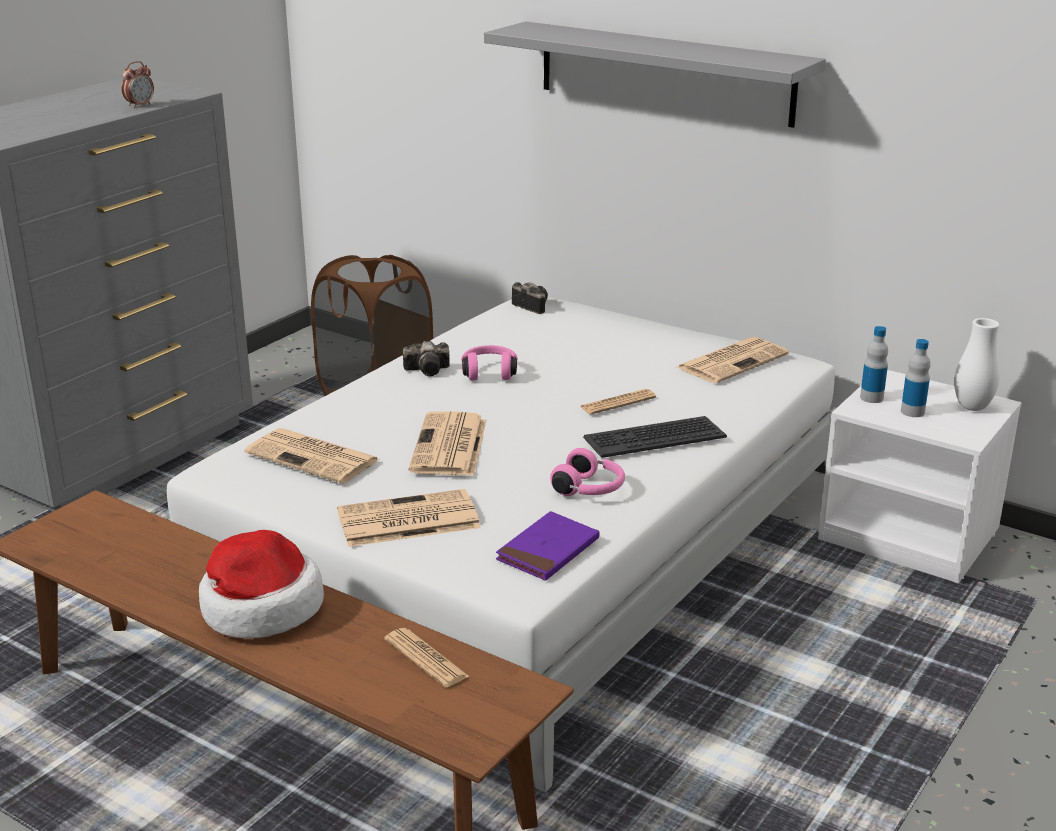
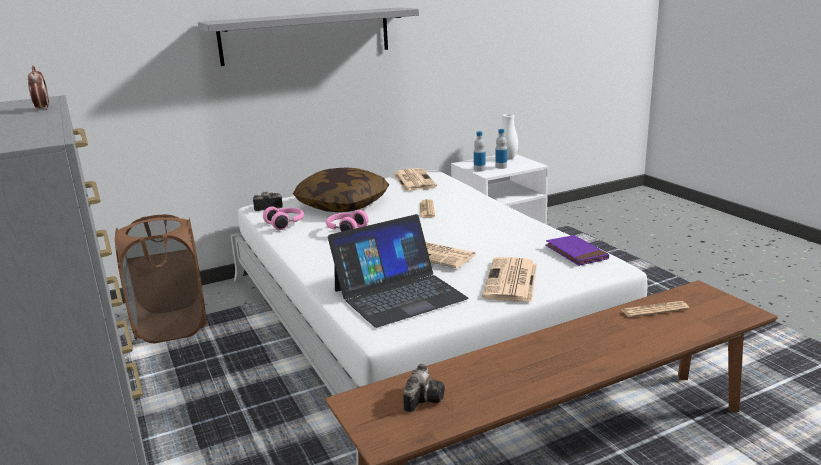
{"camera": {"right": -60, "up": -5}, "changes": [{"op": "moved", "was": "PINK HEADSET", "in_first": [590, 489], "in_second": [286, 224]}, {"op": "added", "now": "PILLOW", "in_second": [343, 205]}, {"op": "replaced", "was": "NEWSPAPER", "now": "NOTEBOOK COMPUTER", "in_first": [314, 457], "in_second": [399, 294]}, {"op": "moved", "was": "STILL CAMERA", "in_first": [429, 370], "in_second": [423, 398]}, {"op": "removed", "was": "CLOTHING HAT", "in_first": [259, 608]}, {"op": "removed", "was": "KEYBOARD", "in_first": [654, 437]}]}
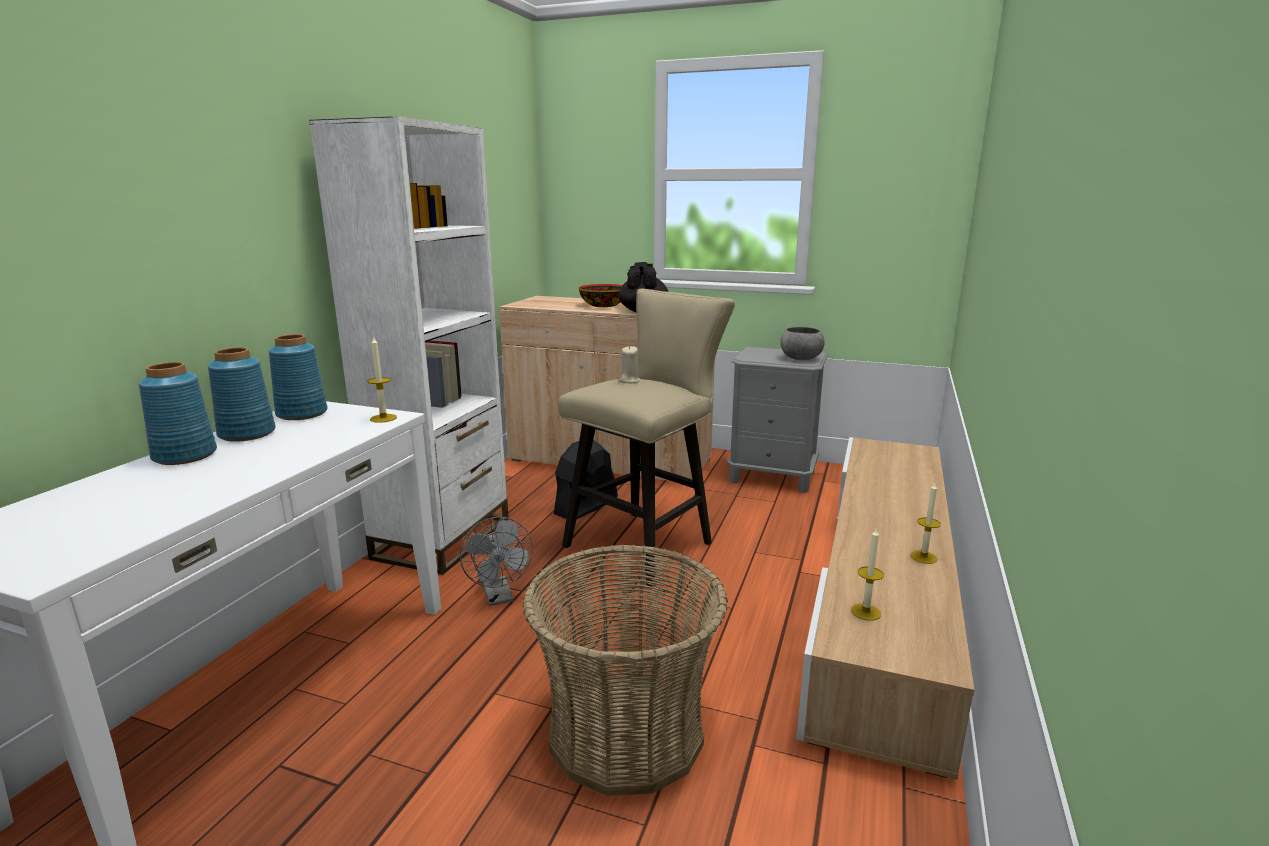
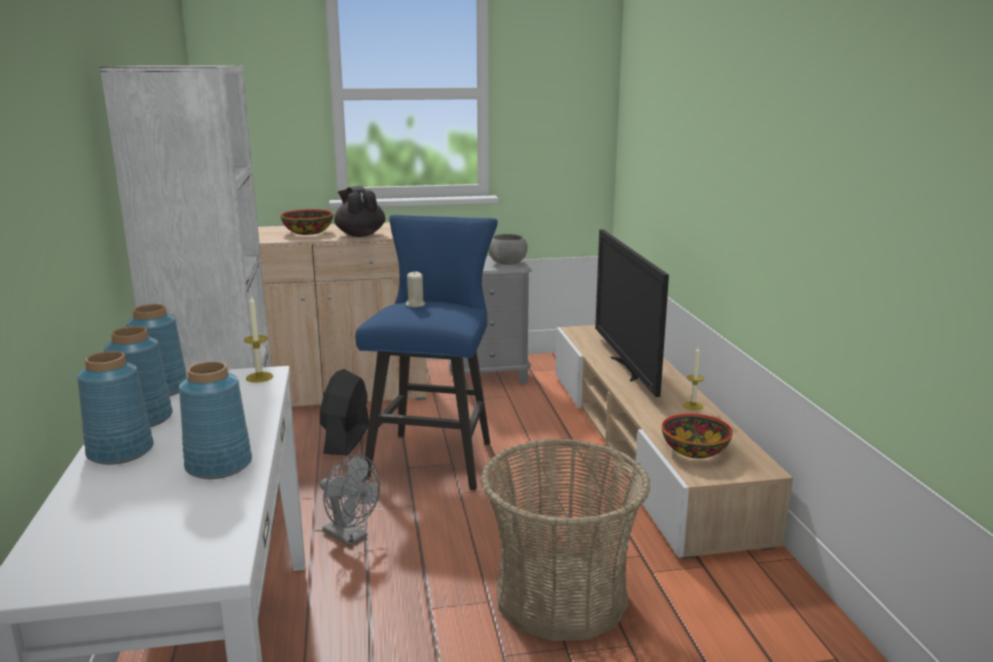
{"camera": {"right": -30, "up": 0}, "changes": [{"op": "added", "now": "BLUE-COLOURED VASE", "in_second": [220, 465]}, {"op": "recoloured", "was": "BEIGE-COLOURED SITTING STOOL", "now": "BLUE-COLOURED SITTING STOOL", "in_first": [646, 542], "in_second": [434, 456]}, {"op": "added", "now": "TV", "in_second": [627, 368]}, {"op": "replaced", "was": "WAX LIGHT", "now": "SERVING BOWL", "in_first": [865, 612], "in_second": [694, 451]}]}
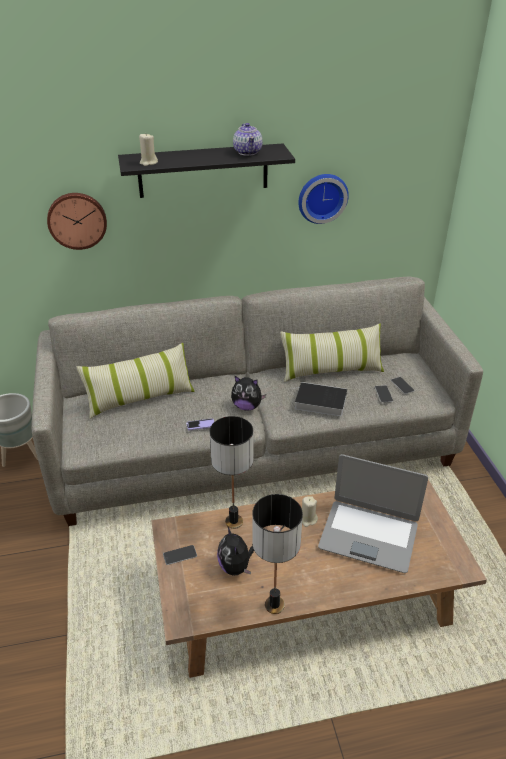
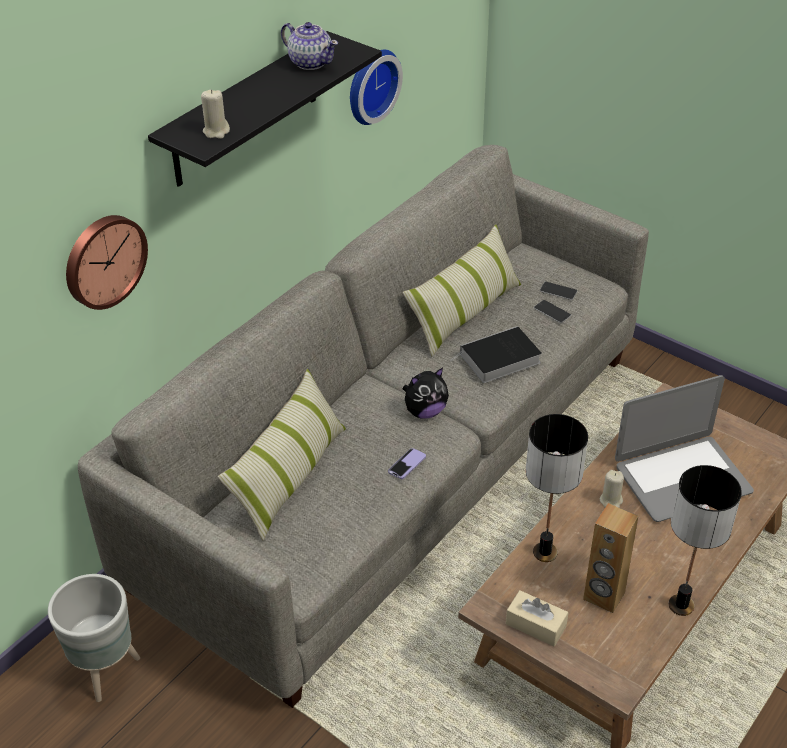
{"camera": {"right": -40, "up": 5}, "changes": [{"op": "replaced", "was": "HANDSET", "now": "BEIGE-COLOURED TISSUE BOX", "in_first": [180, 555], "in_second": [535, 625]}, {"op": "replaced", "was": "PLUSH TOY", "now": "BROWN AUDIO SPEAKER", "in_first": [236, 567], "in_second": [603, 596]}]}
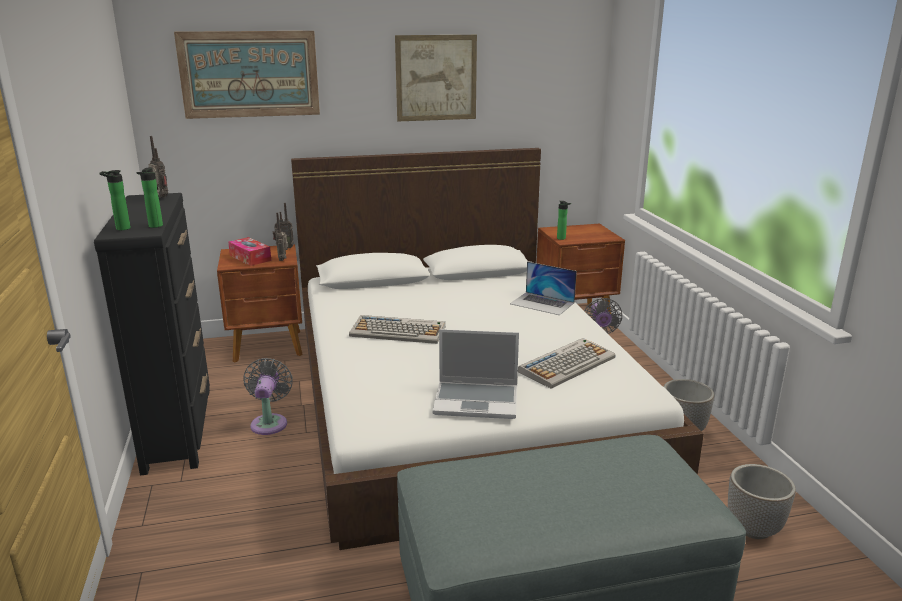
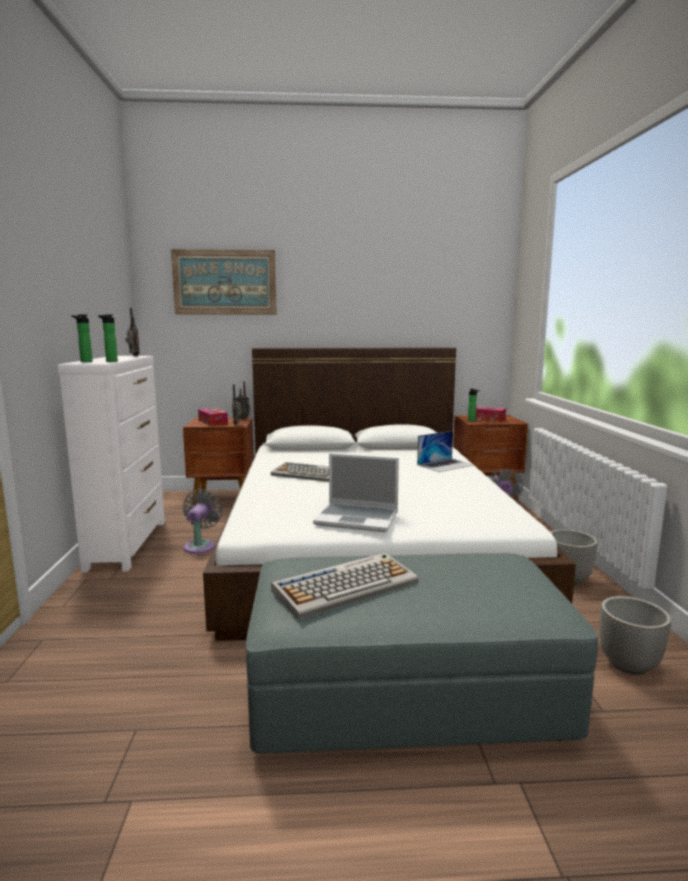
{"camera": {"right": 10, "up": -10}, "changes": [{"op": "recoloured", "was": "BLACK DRAWER CHEST", "now": "WHITISH DRAWER CHEST", "in_first": [178, 428], "in_second": [128, 544]}, {"op": "moved", "was": "KEYBOARD", "in_first": [567, 364], "in_second": [346, 586]}, {"op": "turned", "was": "NOTEBOOK COMPUTER", "in_first": [542, 303], "in_second": [445, 465], "clockwise": -75}, {"op": "added", "now": "TISSUE BOX", "in_second": [486, 419]}, {"op": "removed", "was": "WALL ART", "in_first": [436, 78]}]}
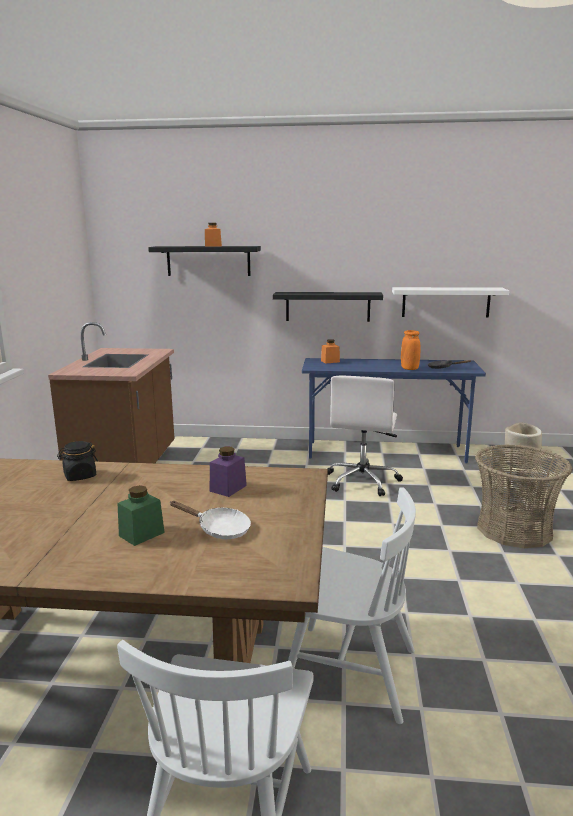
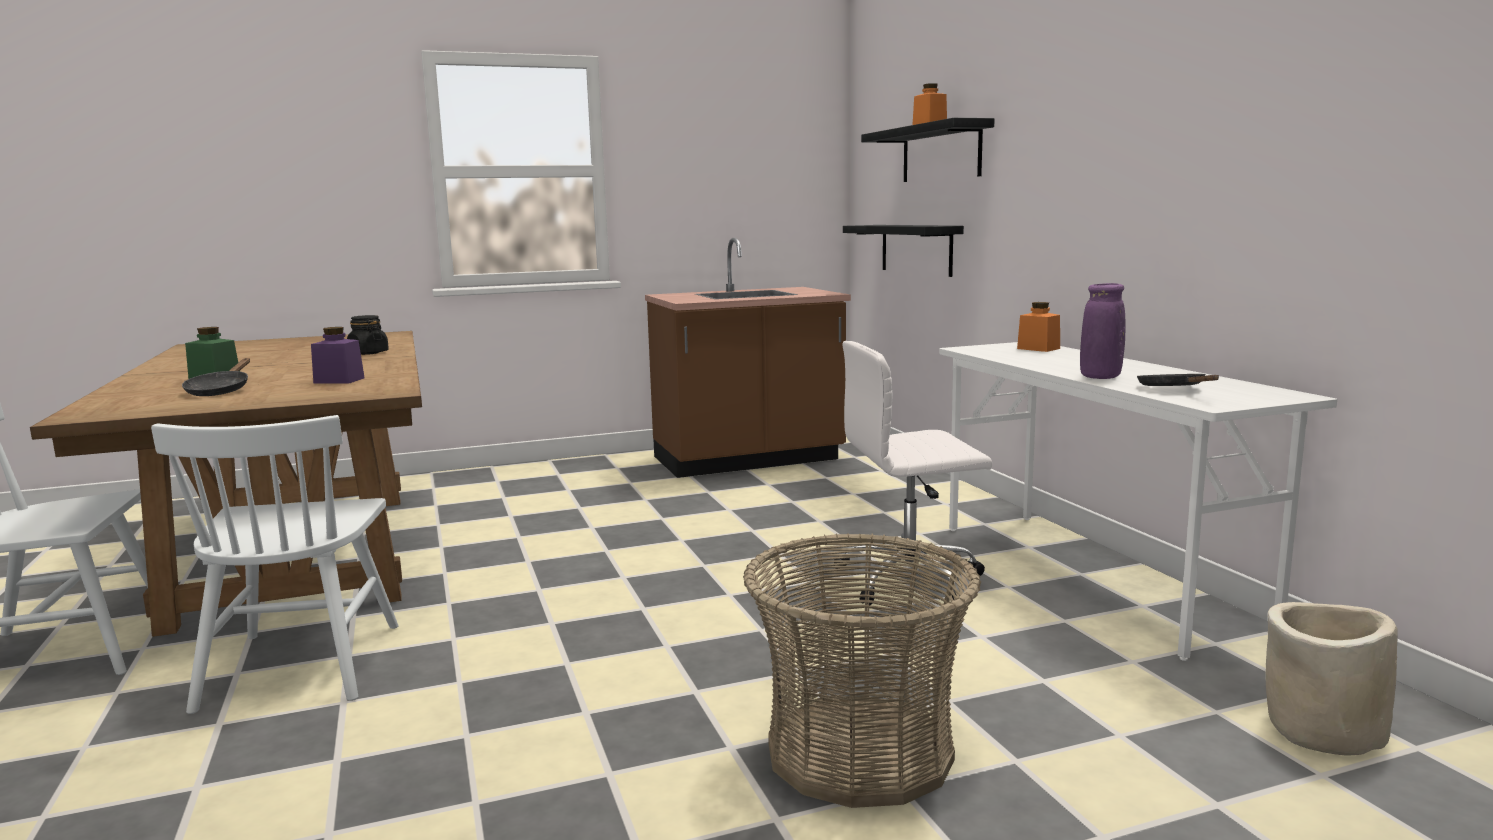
{"camera": {"right": 65, "up": -5}, "changes": [{"op": "recoloured", "was": "WHITISH FRYING PAN", "now": "BLACK FRYING PAN", "in_first": [219, 529], "in_second": [220, 391]}, {"op": "moved", "was": "BLACK BRACKET SHELF", "in_first": [327, 306], "in_second": [916, 249]}, {"op": "recoloured", "was": "BLUE-COLOURED DESK UNIT", "now": "WHITISH DESK UNIT", "in_first": [386, 452], "in_second": [1092, 576]}, {"op": "recoloured", "was": "ORANGEY VASE", "now": "PURPLE-COLOURED VASE", "in_first": [409, 369], "in_second": [1100, 377]}, {"op": "removed", "was": "WHITISH BRACKET SHELF", "in_first": [445, 302]}]}
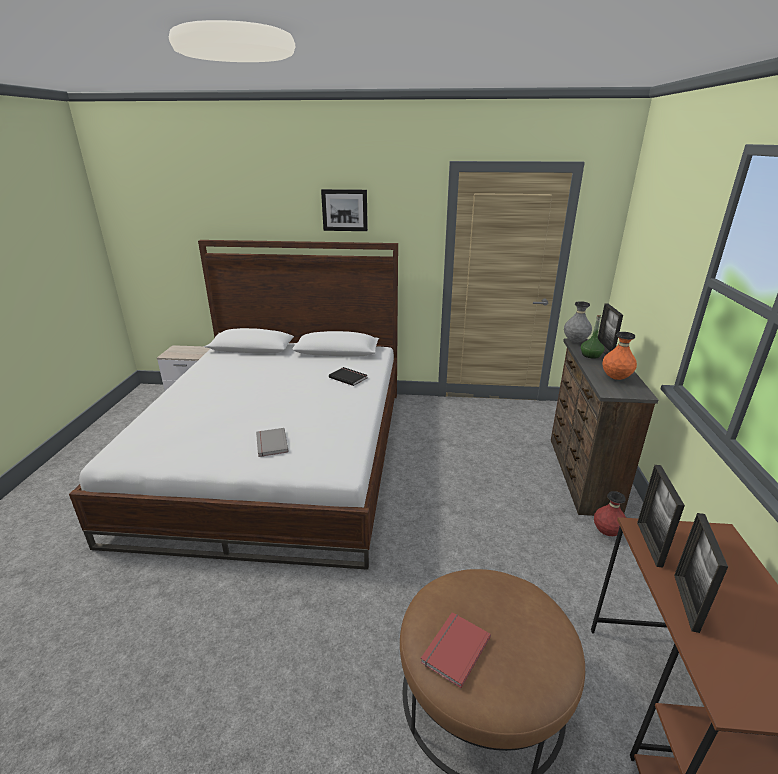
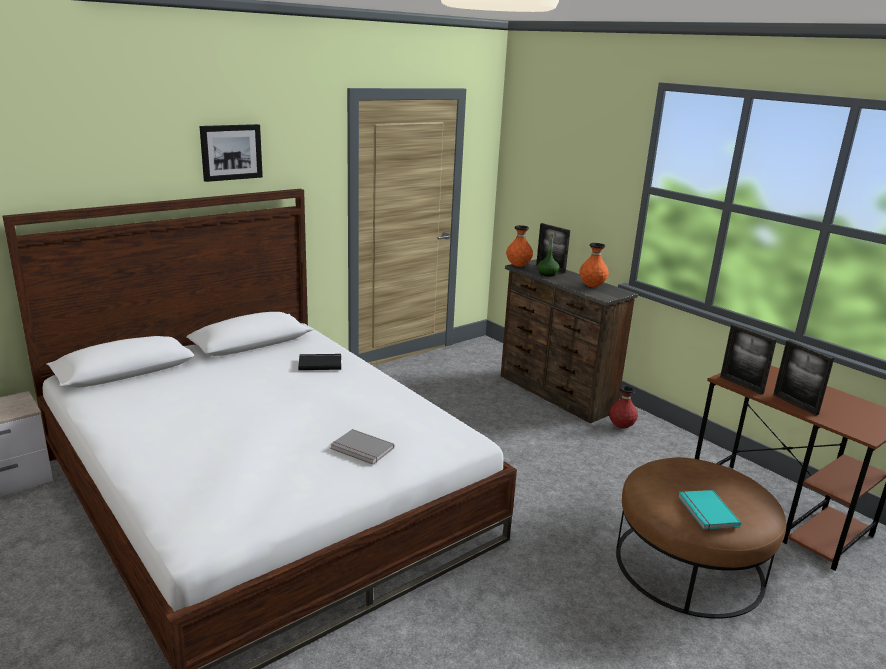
{"camera": {"right": -45, "up": -5}, "changes": [{"op": "recoloured", "was": "GREY VASE", "now": "ORANGEY VASE", "in_first": [575, 341], "in_second": [518, 266]}, {"op": "recoloured", "was": "RED-COLOURED BOOK", "now": "BLUE-GREEN BOOK", "in_first": [453, 649], "in_second": [706, 512]}]}
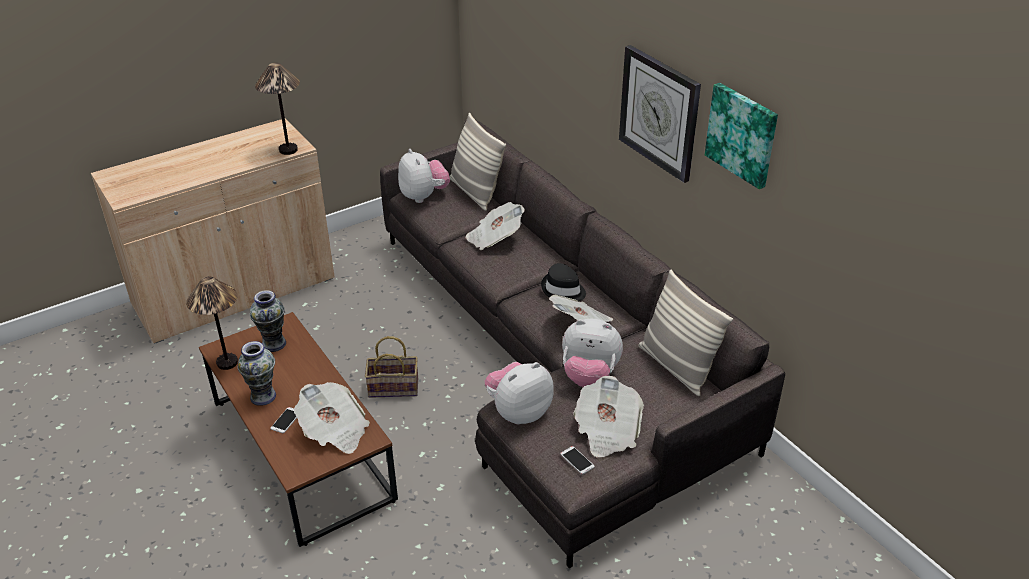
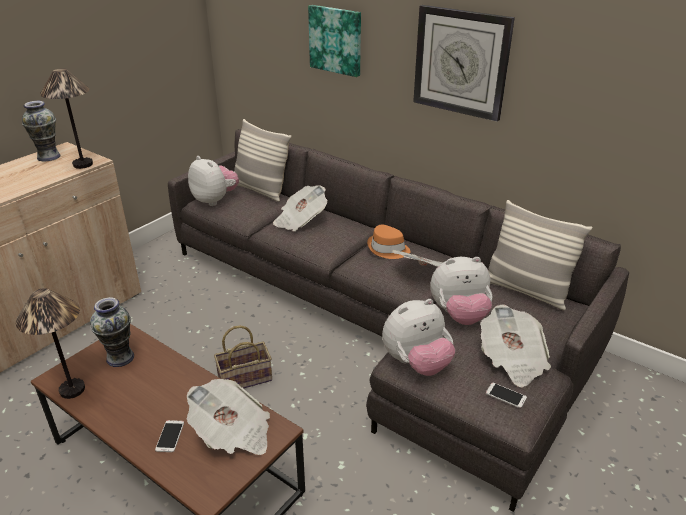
{"camera": {"right": -20, "up": -5}, "changes": [{"op": "moved", "was": "VASE", "in_first": [262, 396], "in_second": [48, 156]}, {"op": "moved", "was": "WALL ART", "in_first": [742, 134], "in_second": [336, 40]}, {"op": "recoloured", "was": "BLACK CLOTHING HAT", "now": "ORANGEY CLOTHING HAT", "in_first": [563, 290], "in_second": [388, 249]}, {"op": "turned", "was": "PLUSH TOY", "in_first": [518, 412], "in_second": [416, 363], "clockwise": -150}]}
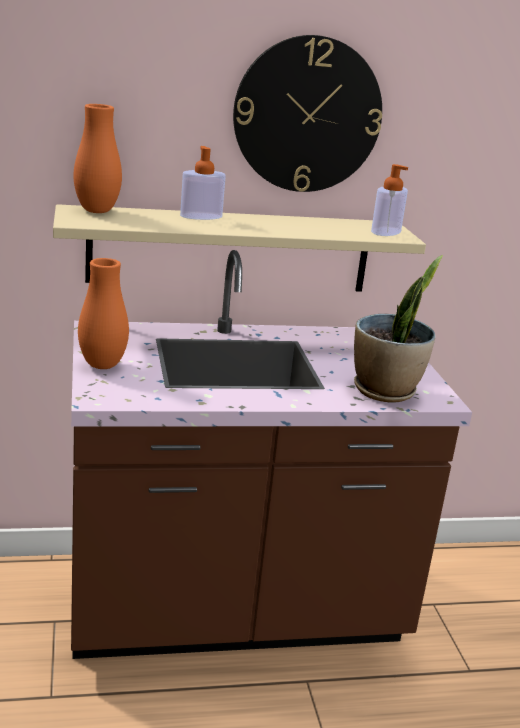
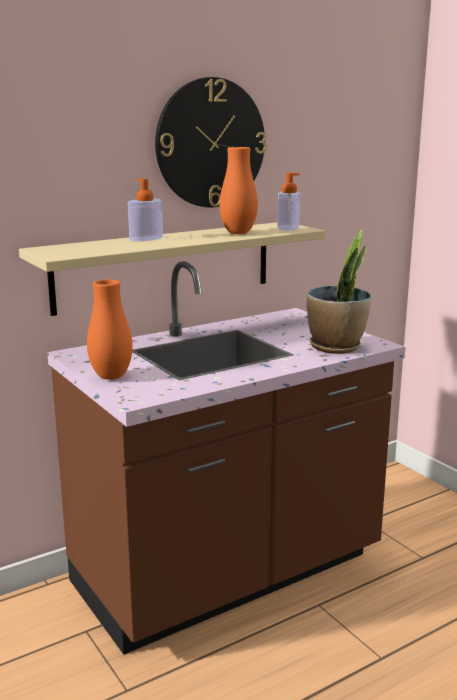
{"camera": {"right": -20, "up": -5}, "changes": [{"op": "moved", "was": "ORANGEY VASE", "in_first": [97, 211], "in_second": [238, 233]}]}
